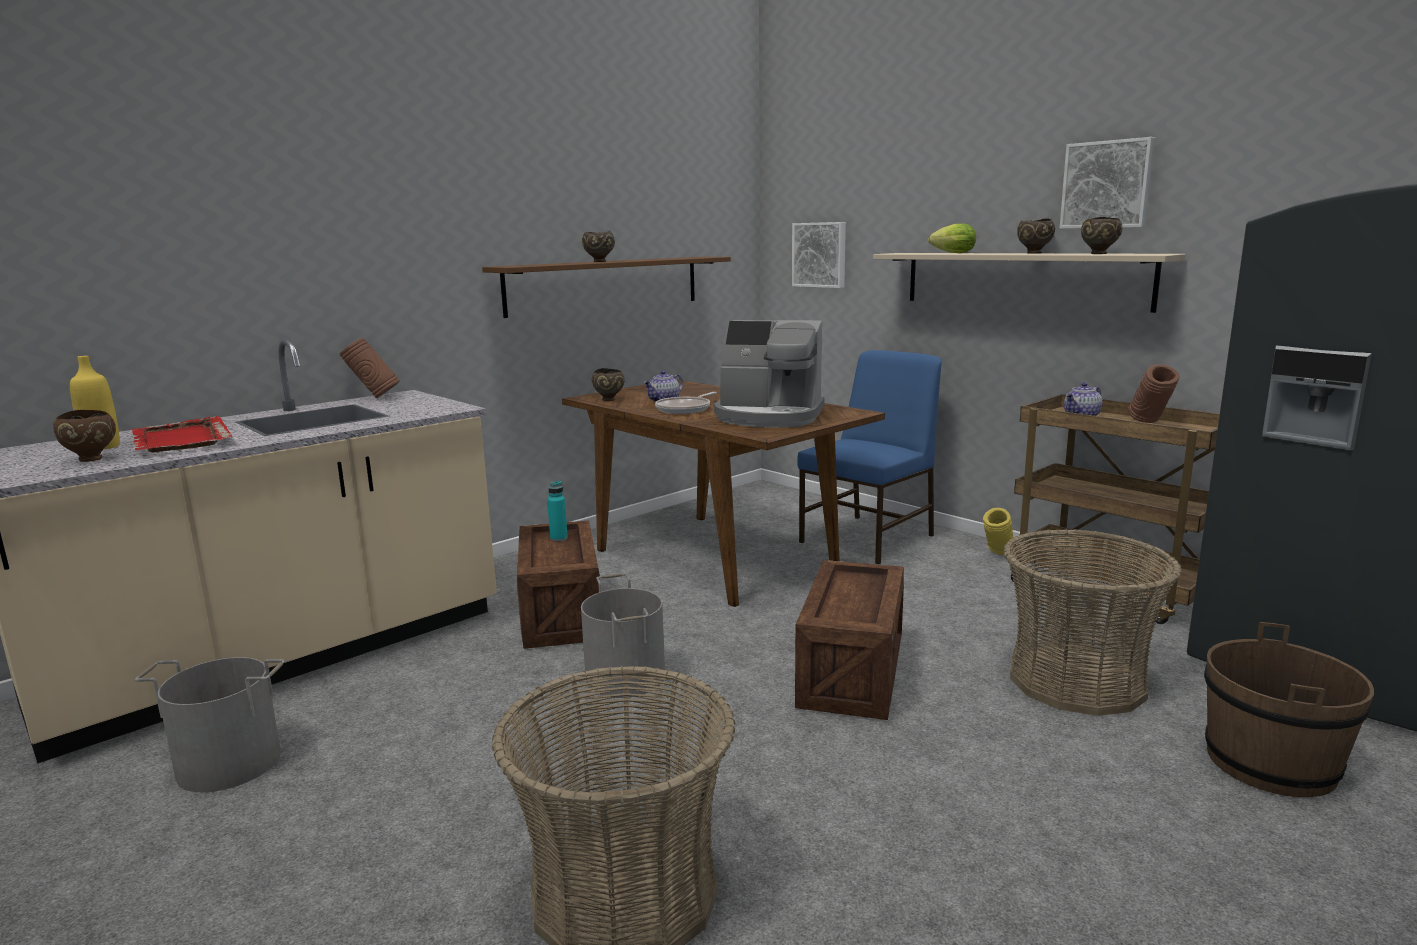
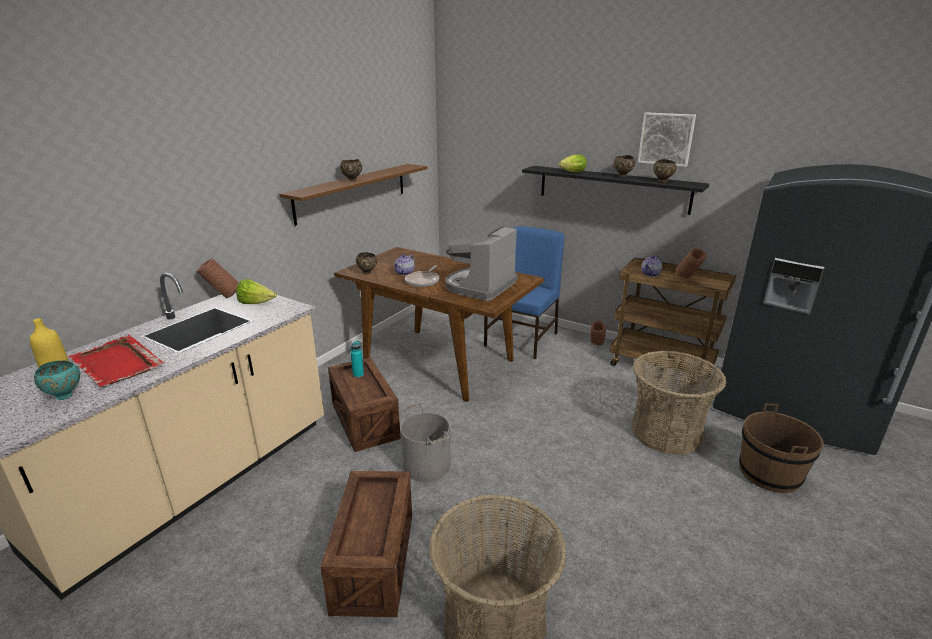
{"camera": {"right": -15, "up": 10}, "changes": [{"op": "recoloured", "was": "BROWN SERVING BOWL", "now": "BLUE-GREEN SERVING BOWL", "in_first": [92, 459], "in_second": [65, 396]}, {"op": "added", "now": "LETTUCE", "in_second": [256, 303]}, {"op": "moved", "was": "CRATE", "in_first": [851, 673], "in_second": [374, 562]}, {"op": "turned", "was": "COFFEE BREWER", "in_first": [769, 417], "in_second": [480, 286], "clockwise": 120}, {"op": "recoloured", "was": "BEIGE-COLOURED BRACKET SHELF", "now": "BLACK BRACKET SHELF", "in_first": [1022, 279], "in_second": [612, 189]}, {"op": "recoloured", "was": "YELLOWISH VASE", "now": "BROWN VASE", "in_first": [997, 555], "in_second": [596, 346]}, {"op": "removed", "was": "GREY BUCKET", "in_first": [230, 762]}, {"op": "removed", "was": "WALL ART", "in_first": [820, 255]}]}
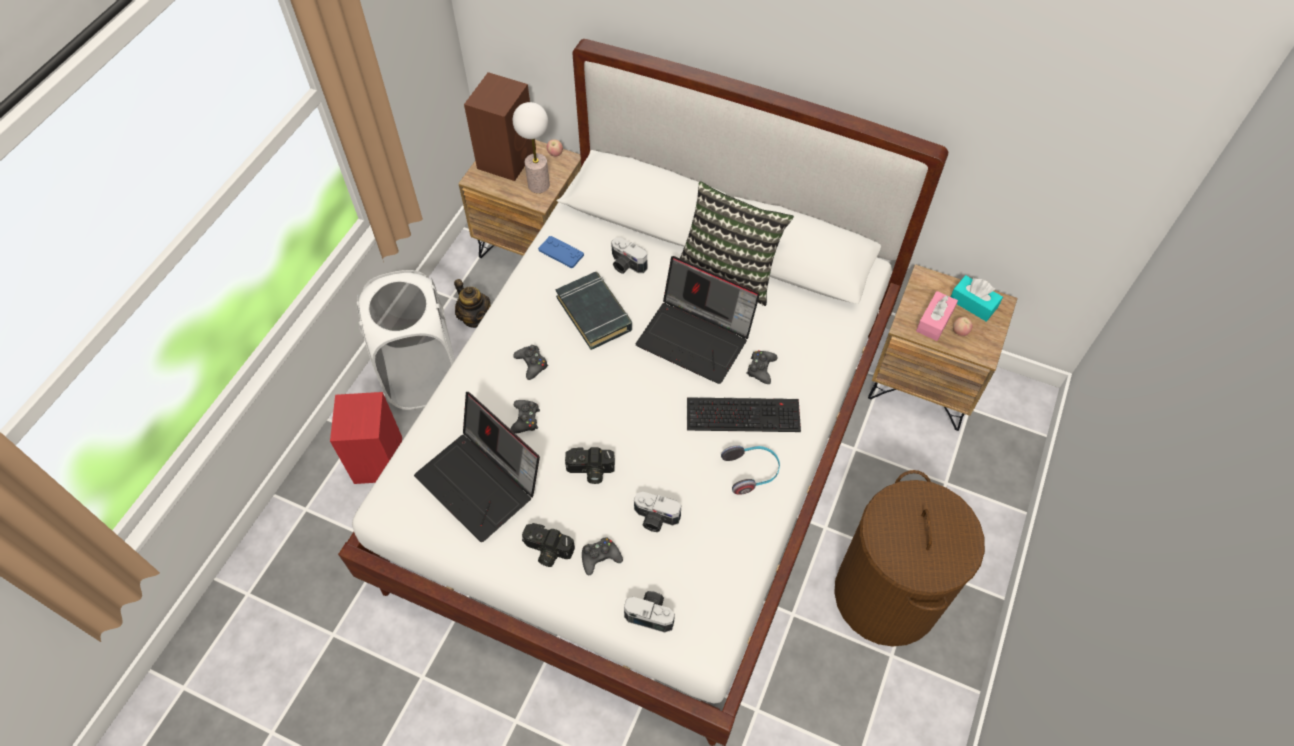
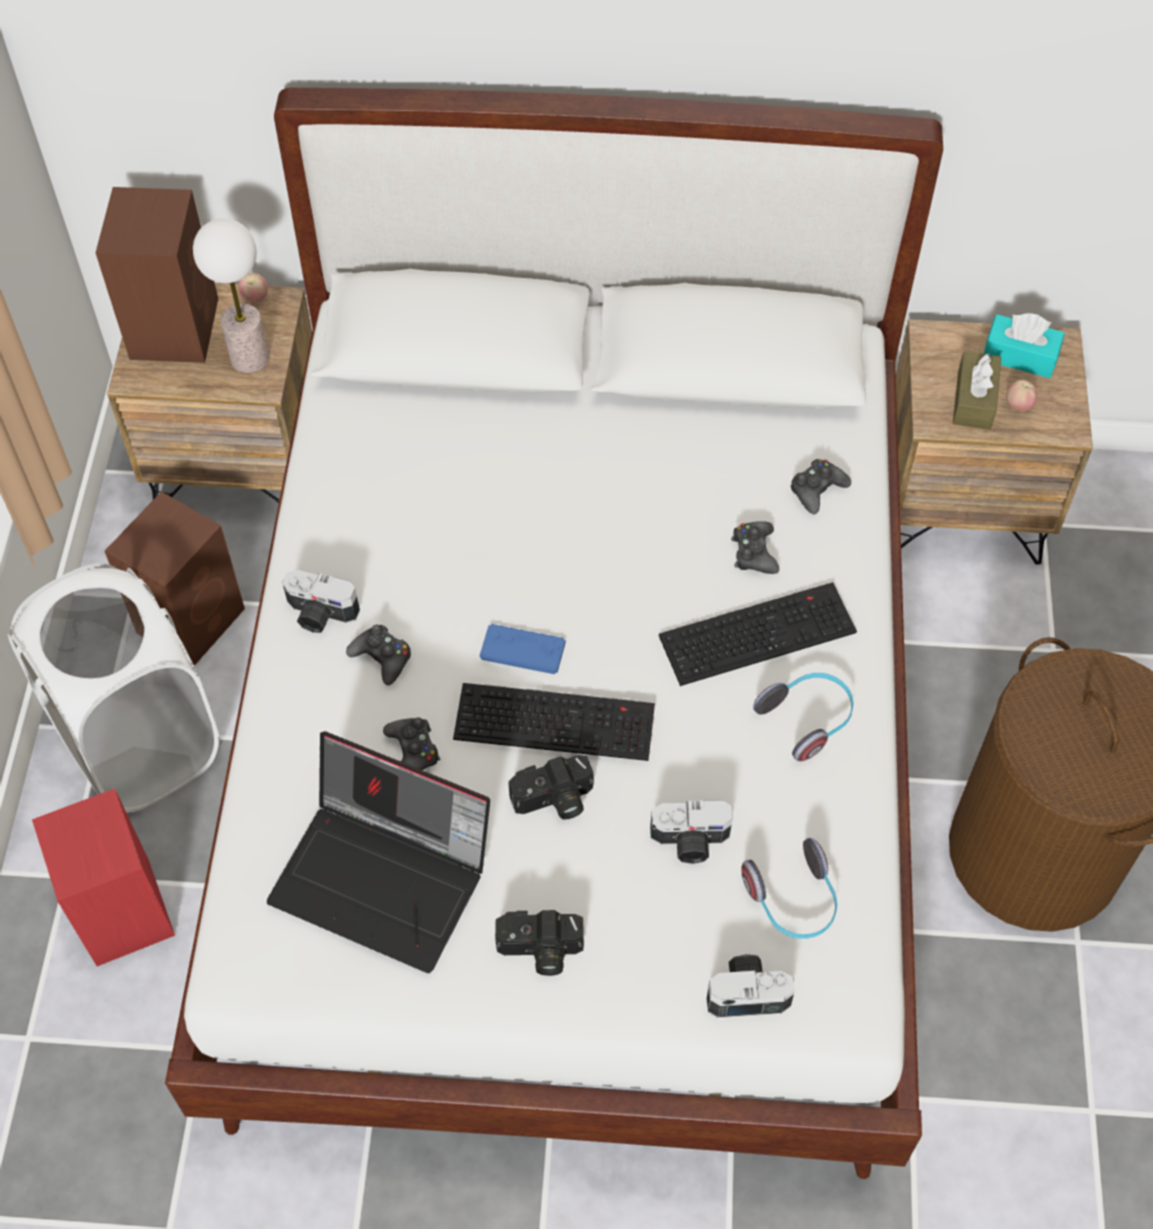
{"camera": {"right": -20, "up": 0}, "changes": [{"op": "replaced", "was": "TEAPOT", "now": "BROWN AUDIO SPEAKER", "in_first": [475, 318], "in_second": [192, 619]}, {"op": "moved", "was": "STILL CAMERA", "in_first": [626, 265], "in_second": [319, 615]}, {"op": "added", "now": "KEYBOARD", "in_second": [557, 720]}, {"op": "moved", "was": "BLUE-COLOURED GAMEPAD", "in_first": [561, 252], "in_second": [522, 650]}, {"op": "added", "now": "HEADSET", "in_second": [793, 901]}, {"op": "moved", "was": "BLACK GAMEPAD", "in_first": [600, 557], "in_second": [817, 490]}, {"op": "recoloured", "was": "PINK TISSUE BOX", "now": "BROWN TISSUE BOX", "in_first": [934, 321], "in_second": [974, 400]}, {"op": "removed", "was": "BLACK BOOK", "in_first": [594, 313]}, {"op": "removed", "was": "NOTEBOOK COMPUTER", "in_first": [697, 338]}, {"op": "removed", "was": "PILLOW", "in_first": [729, 270]}]}
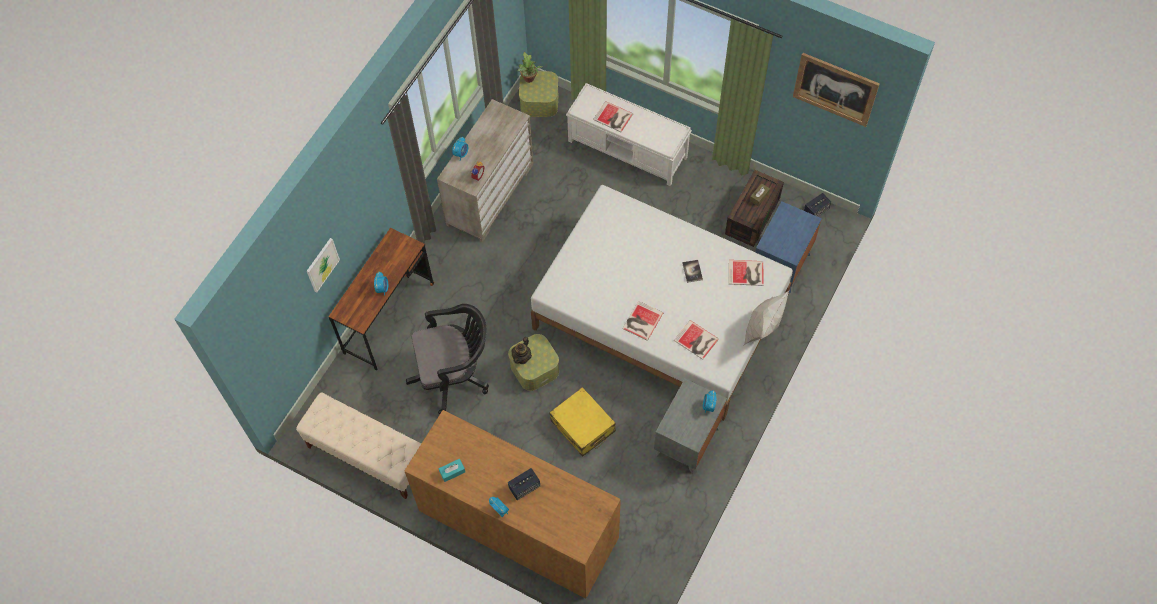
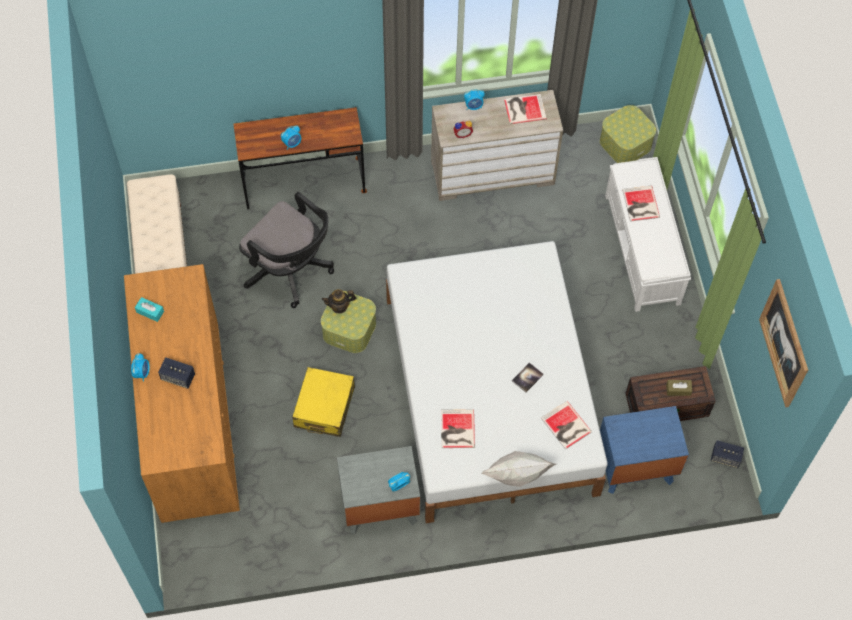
{"camera": {"right": 50, "up": 0}, "changes": [{"op": "moved", "was": "BOOK", "in_first": [641, 321], "in_second": [523, 108]}, {"op": "removed", "was": "WALL ART", "in_first": [322, 264]}, {"op": "removed", "was": "PLANT IN A POT", "in_first": [529, 79]}]}
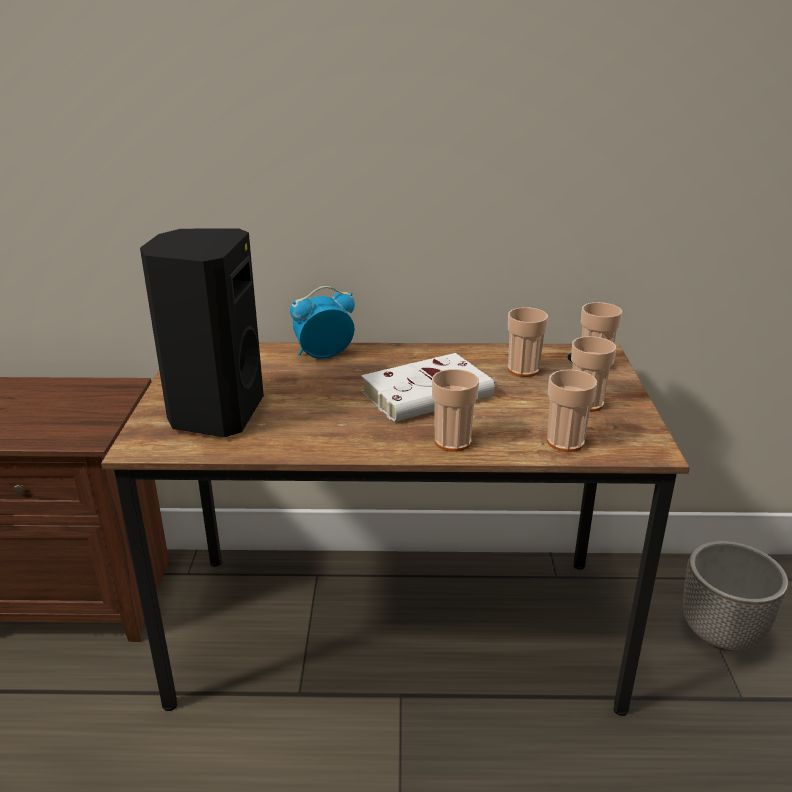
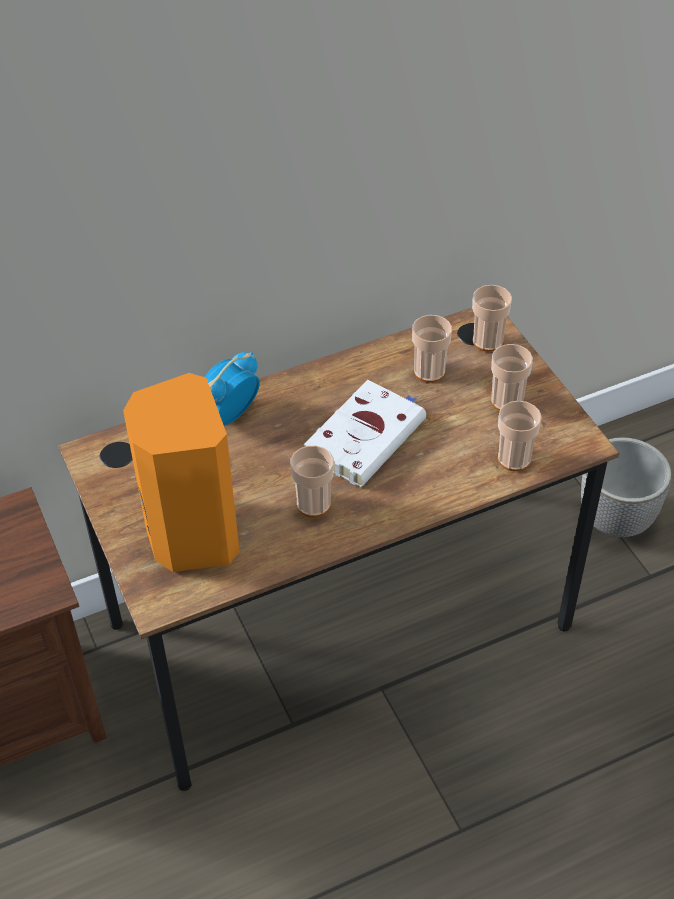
{"camera": {"right": -25, "up": 20}, "changes": [{"op": "recoloured", "was": "BLACK AUDIO SPEAKER", "now": "ORANGEY AUDIO SPEAKER", "in_first": [214, 414], "in_second": [191, 536]}, {"op": "moved", "was": "CUP", "in_first": [452, 442], "in_second": [313, 504]}]}
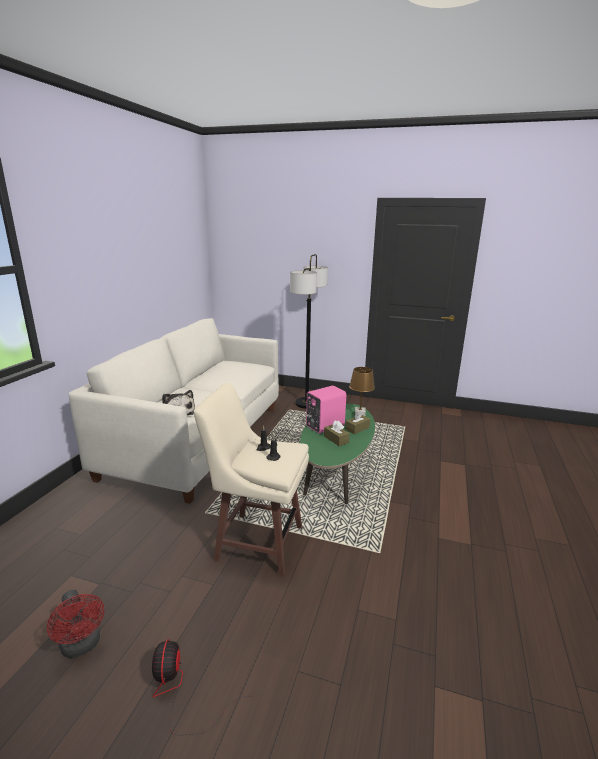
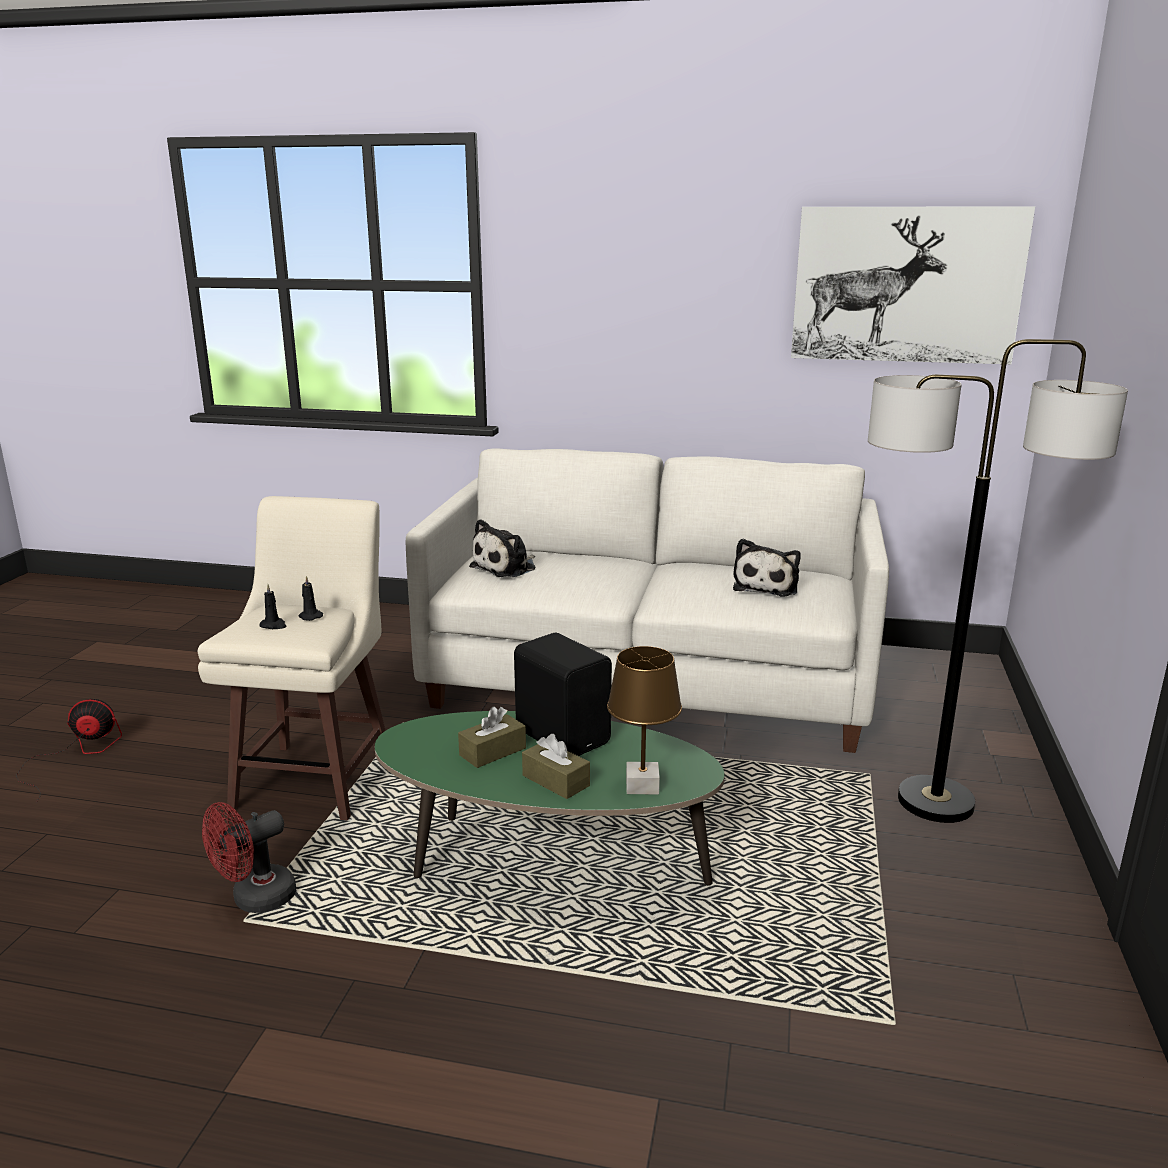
{"camera": {"right": 85, "up": 0}, "changes": [{"op": "moved", "was": "RED-COLOURED FAN", "in_first": [82, 646], "in_second": [255, 899]}, {"op": "recoloured", "was": "PINK AUDIO SPEAKER", "now": "BLACK AUDIO SPEAKER", "in_first": [324, 426], "in_second": [563, 735]}, {"op": "added", "now": "PLUSH TOY", "in_second": [767, 586]}, {"op": "added", "now": "WALL ART", "in_second": [906, 285]}]}
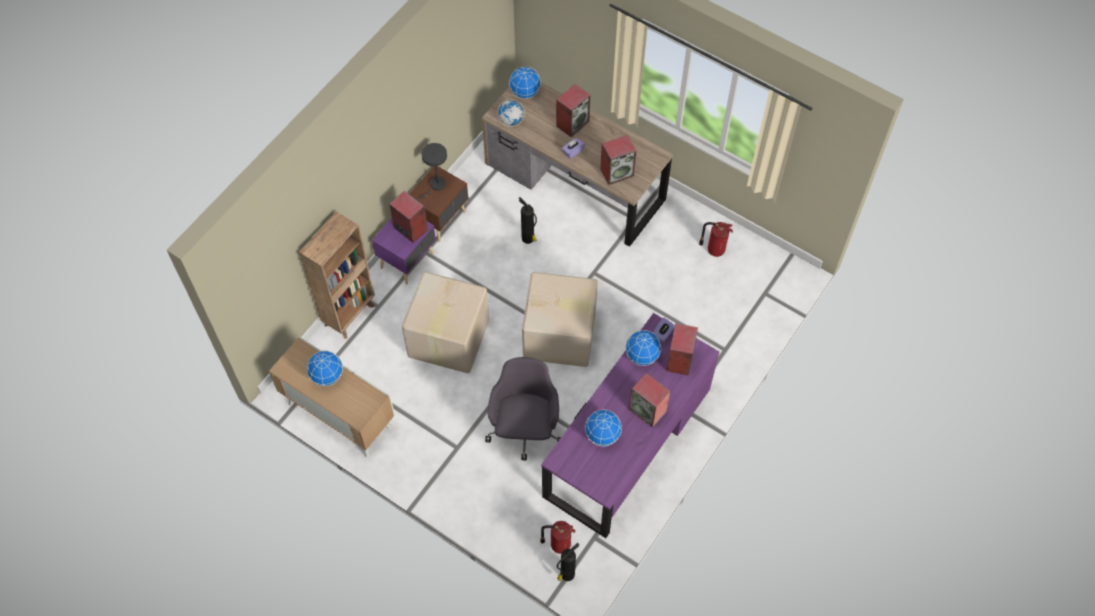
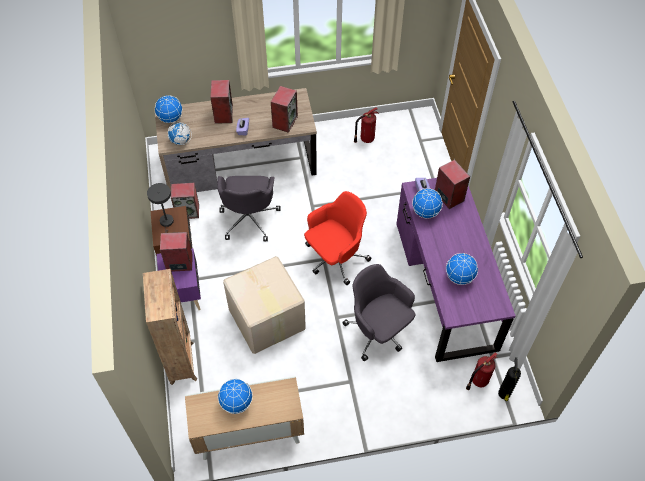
{"camera": {"right": -45, "up": -5}, "changes": [{"op": "moved", "was": "AUDIO SPEAKER", "in_first": [648, 410], "in_second": [188, 211]}, {"op": "replaced", "was": "FIRE EXTINGUISHER", "now": "GREY OFFICE CHAIR", "in_first": [528, 239], "in_second": [249, 218]}, {"op": "replaced", "was": "CARTON", "now": "RED-COLOURED OFFICE CHAIR", "in_first": [560, 336], "in_second": [335, 258]}]}
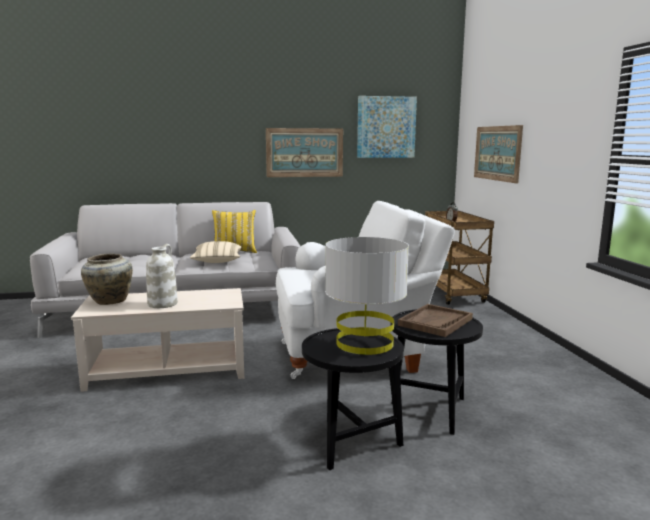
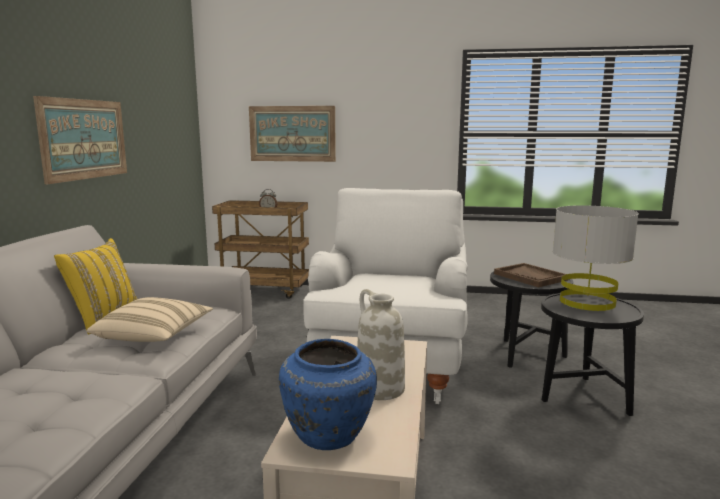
{"camera": {"right": -70, "up": 0}, "changes": [{"op": "recoloured", "was": "BEIGE-COLOURED VASE", "now": "BLUE-COLOURED VASE", "in_first": [109, 301], "in_second": [328, 436]}, {"op": "removed", "was": "WALL ART", "in_first": [386, 127]}]}
